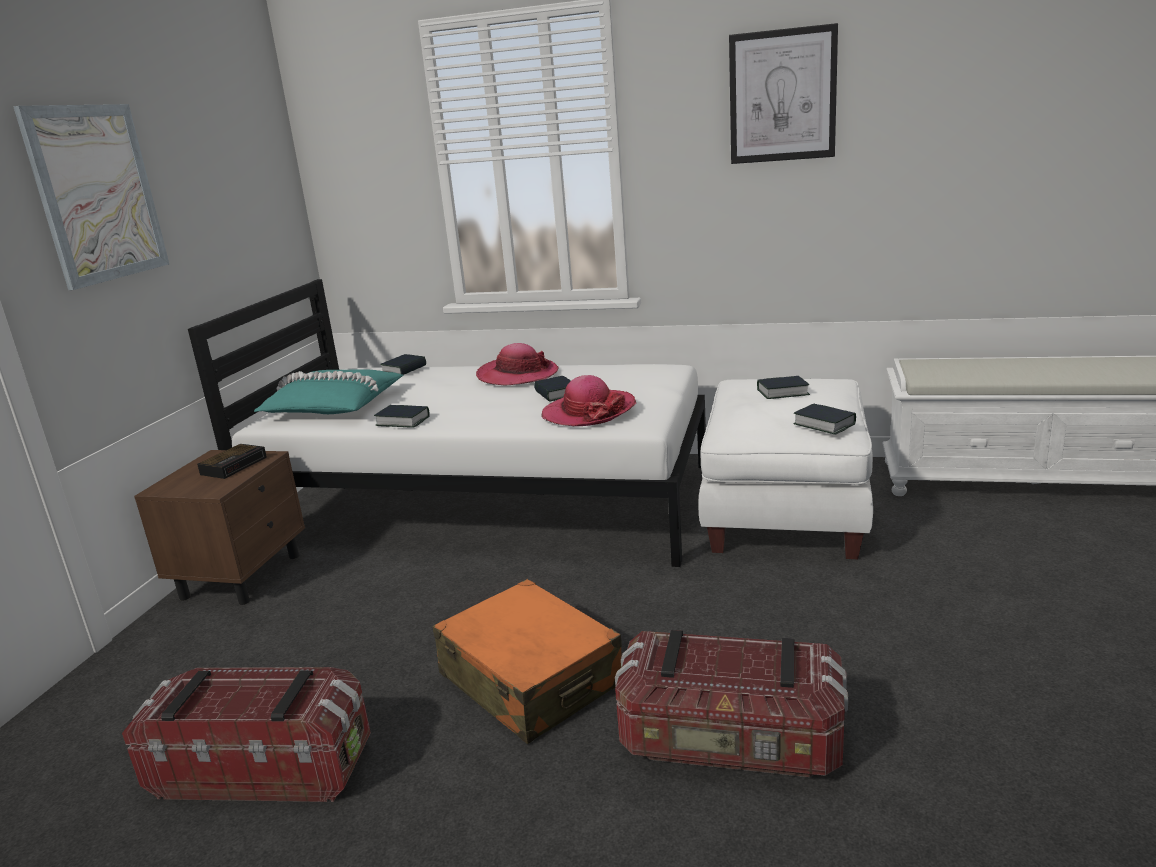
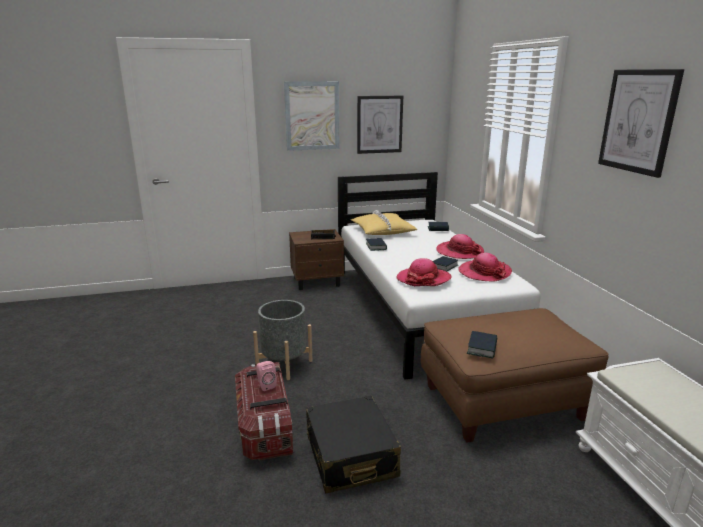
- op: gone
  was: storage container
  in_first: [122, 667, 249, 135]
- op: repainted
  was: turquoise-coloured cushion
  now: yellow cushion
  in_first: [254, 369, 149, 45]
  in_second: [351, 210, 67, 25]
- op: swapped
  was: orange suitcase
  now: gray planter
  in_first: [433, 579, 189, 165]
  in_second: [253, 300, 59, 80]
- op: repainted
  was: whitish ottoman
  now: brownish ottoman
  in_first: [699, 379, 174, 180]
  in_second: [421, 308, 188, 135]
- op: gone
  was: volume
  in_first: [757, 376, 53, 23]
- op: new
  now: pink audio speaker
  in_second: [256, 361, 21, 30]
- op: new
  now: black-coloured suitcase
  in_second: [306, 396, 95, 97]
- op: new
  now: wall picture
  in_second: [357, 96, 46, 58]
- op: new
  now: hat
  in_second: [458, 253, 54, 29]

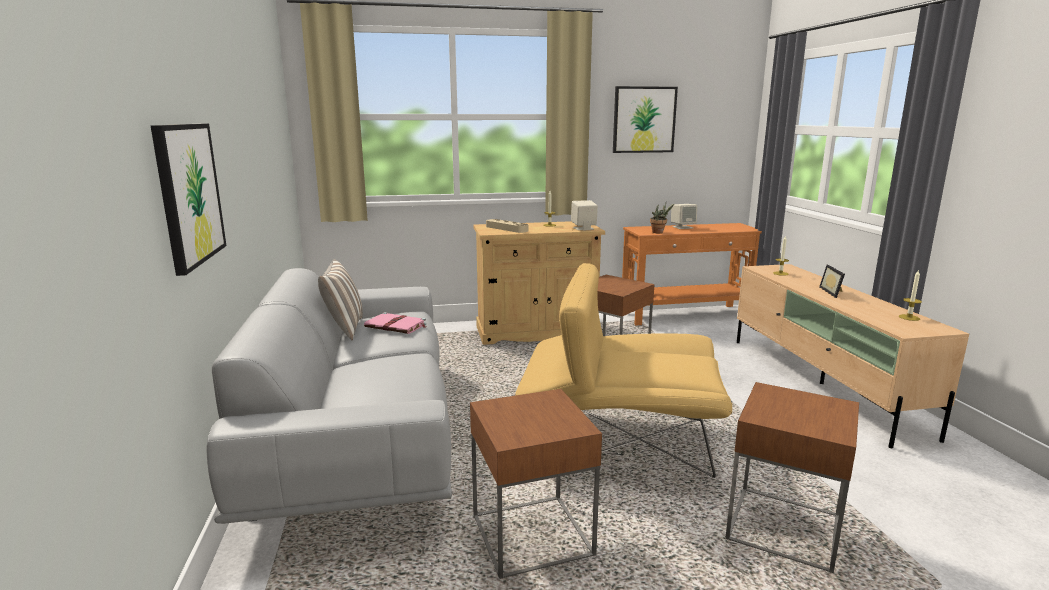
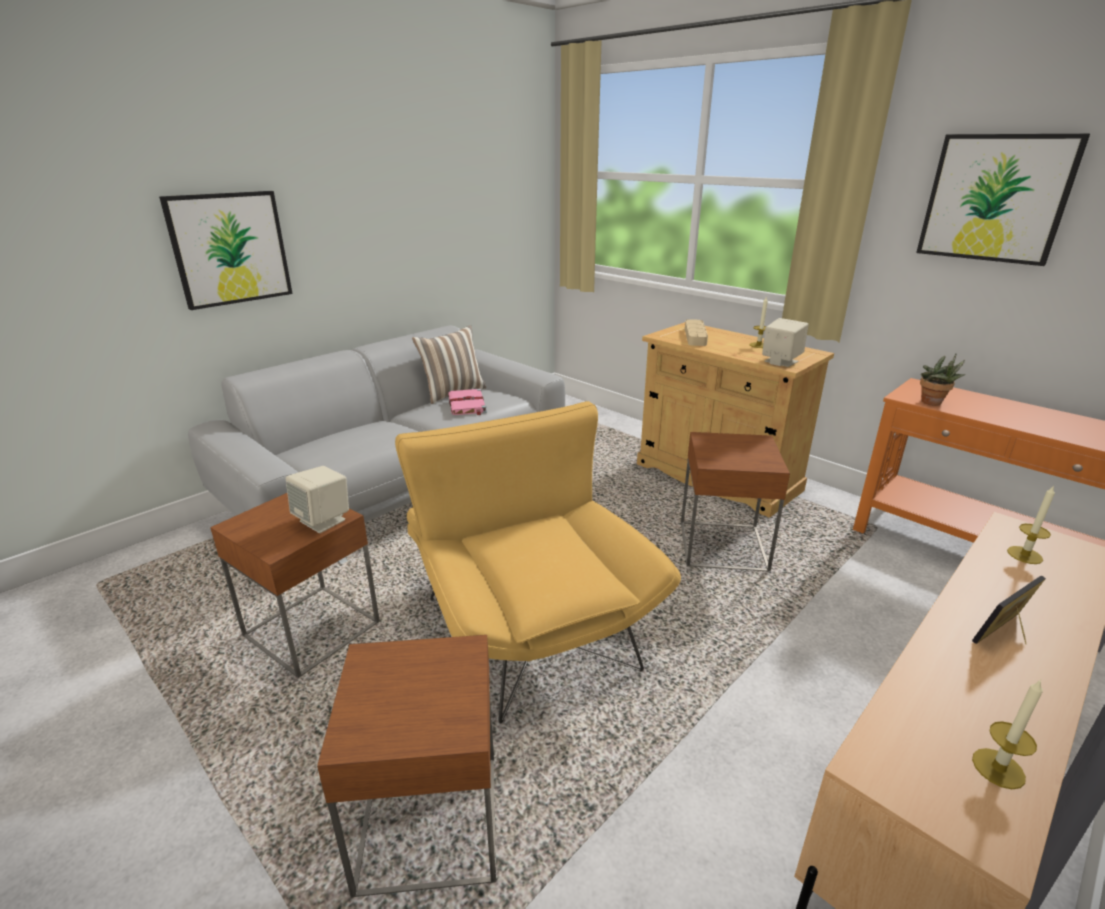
- op: shifted
  was: beige-coloured audio speaker
  in_first: [671, 204, 26, 25]
  in_second: [286, 466, 63, 67]

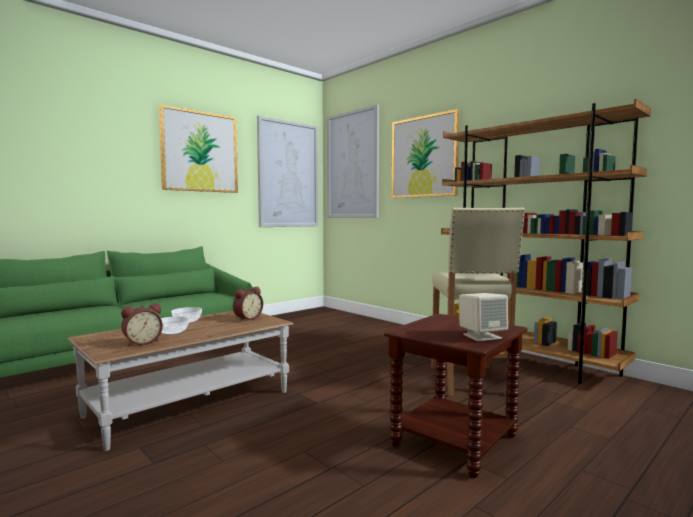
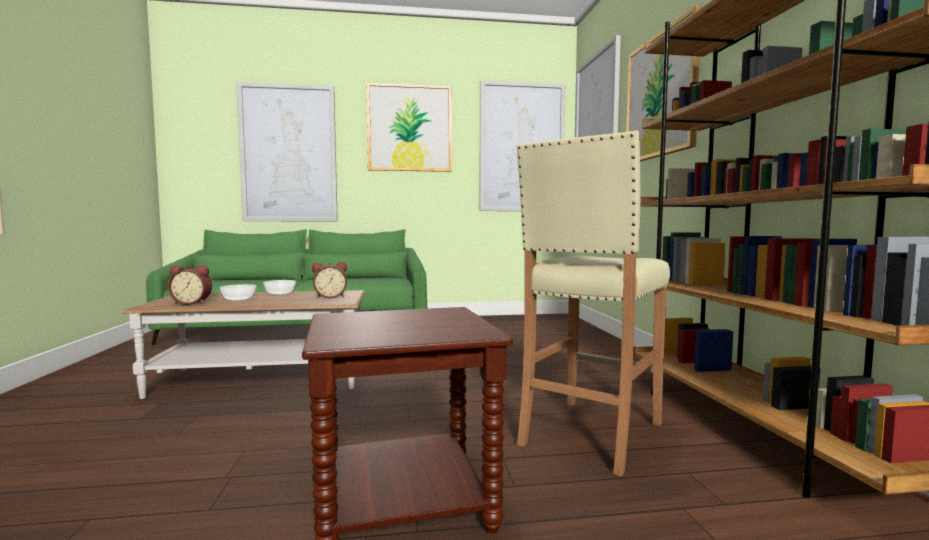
- op: gone
  was: beige-coloured audio speaker
  in_first: [459, 293, 49, 48]
- op: new
  now: wall picture
  in_second: [236, 82, 102, 139]

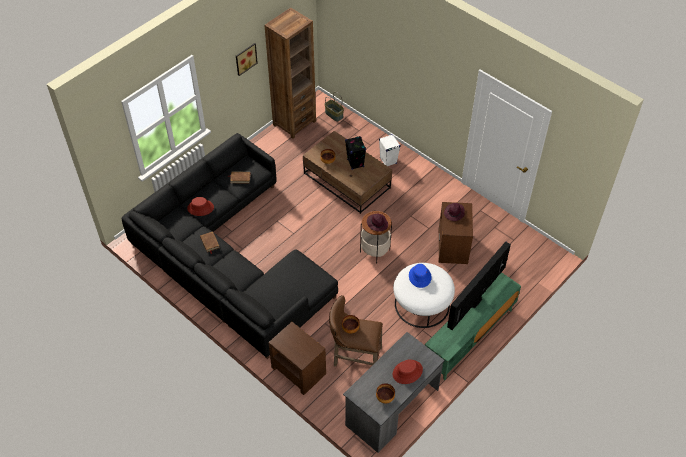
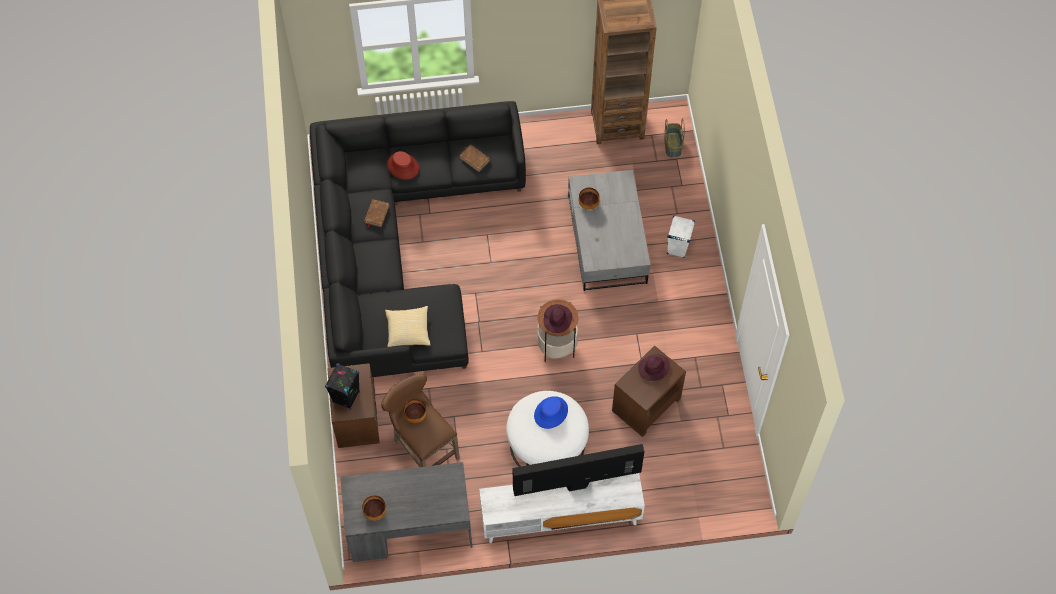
- op: gone
  was: wall picture
  in_first: [236, 43, 22, 33]
- op: repainted
  was: brownish lounge table
  now: gray lounge table
  in_first: [303, 131, 89, 83]
  in_second: [568, 170, 83, 121]
- op: shifted
  was: black-coloured audio speaker
  in_first: [345, 136, 21, 34]
  in_second: [325, 363, 35, 47]
- op: gone
  was: red hat
  in_first: [393, 360, 30, 24]
- op: repainted
  was: greenish media console
  now: whitish media console
  in_first: [425, 272, 96, 108]
  in_second: [479, 473, 166, 70]
- op: new
  now: cushion
  in_second: [385, 306, 46, 41]

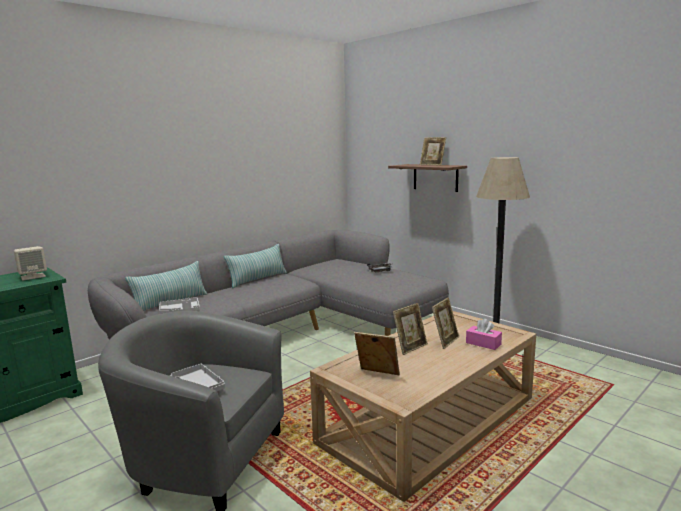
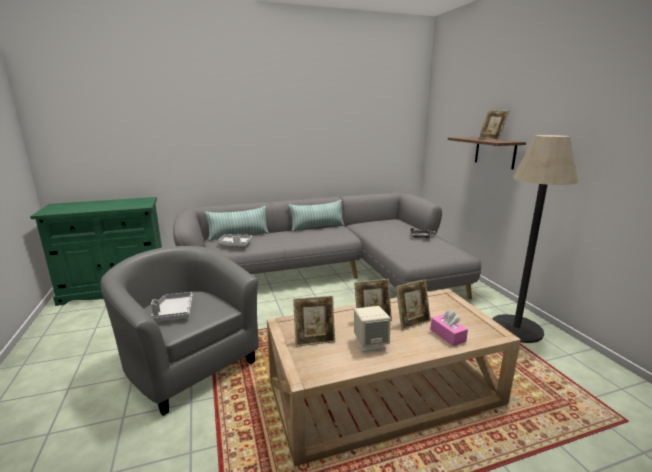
- op: shifted
  was: beige-coloured audio speaker
  in_first: [14, 246, 33, 35]
  in_second: [354, 306, 37, 46]
- op: rotated
  was: picture frame
  in_first: [354, 332, 46, 43]
  in_second: [293, 296, 42, 51]
  clockwise: 120

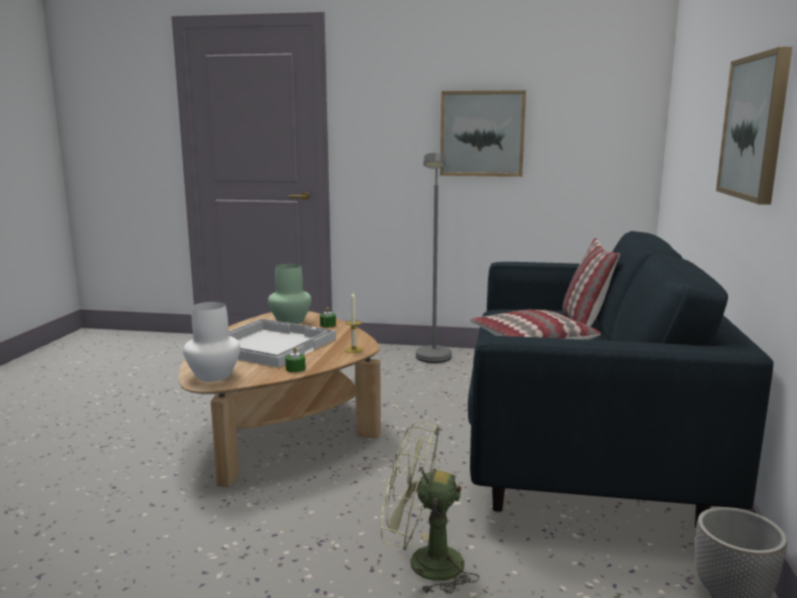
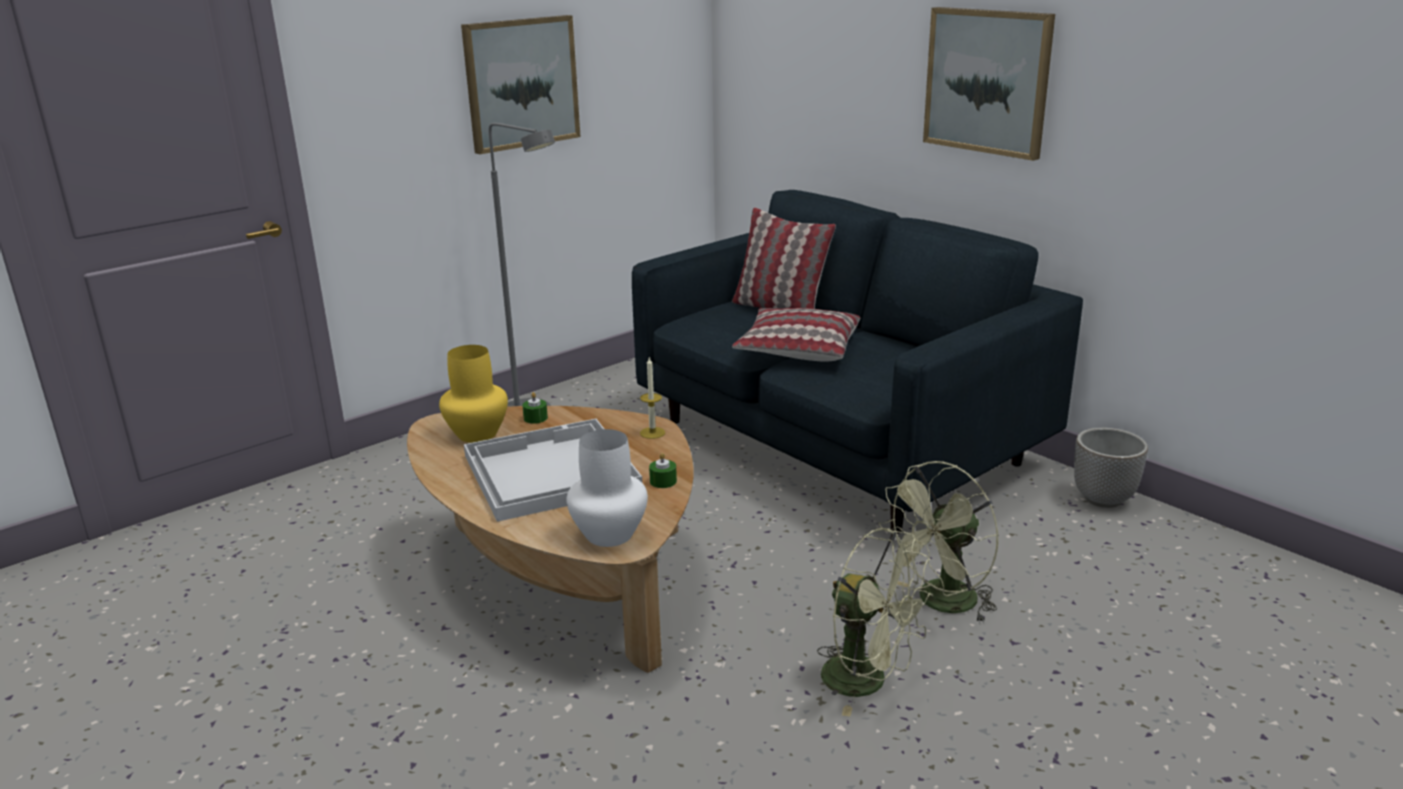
- op: repainted
  was: greenish vase
  now: yellow vase
  in_first: [268, 264, 43, 60]
  in_second: [439, 345, 69, 98]
- op: new
  now: greenish fan
  in_second: [817, 528, 116, 189]

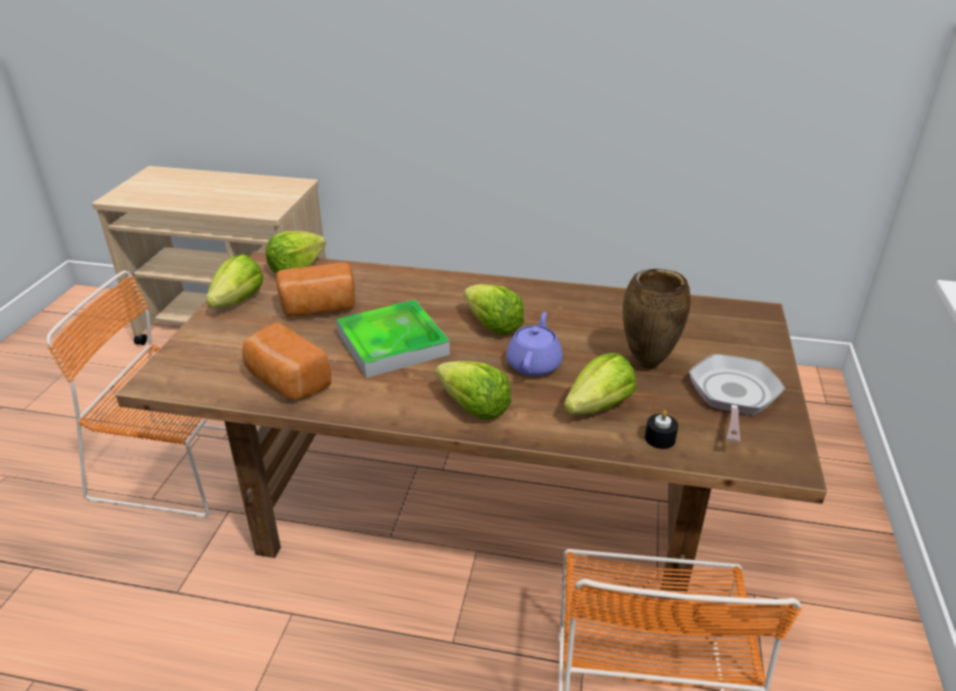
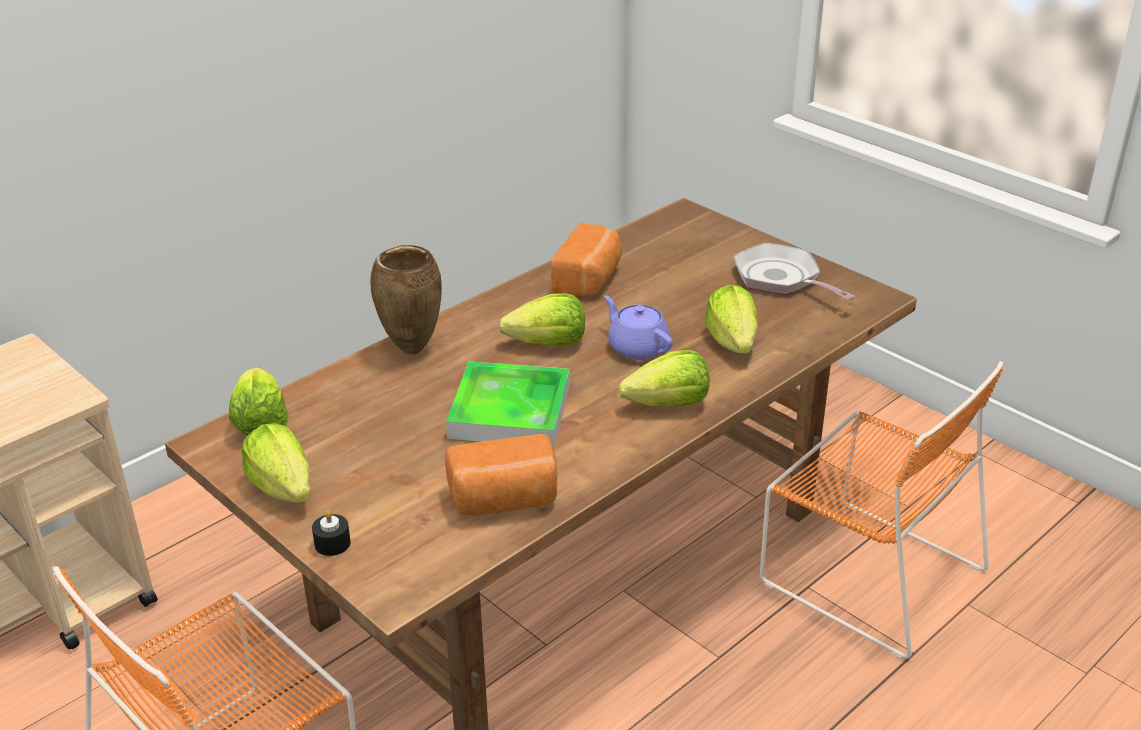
- op: shifted
  was: bakery bread
  in_first: [276, 263, 79, 54]
  in_second: [551, 223, 71, 74]
- op: shifted
  was: brownish vase
  in_first: [623, 269, 68, 100]
  in_second: [370, 245, 72, 110]
- op: shifted
  was: black-coloured wax candle
  in_first: [645, 410, 33, 39]
  in_second: [312, 510, 39, 46]

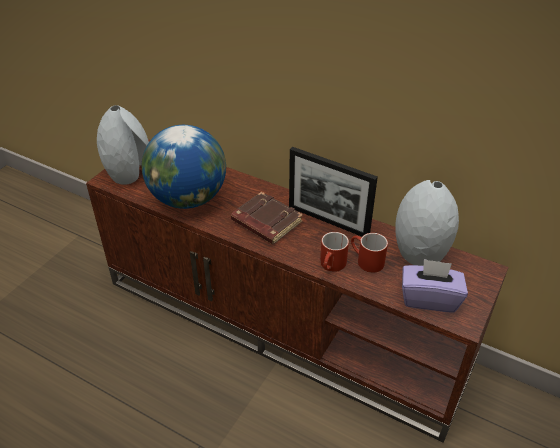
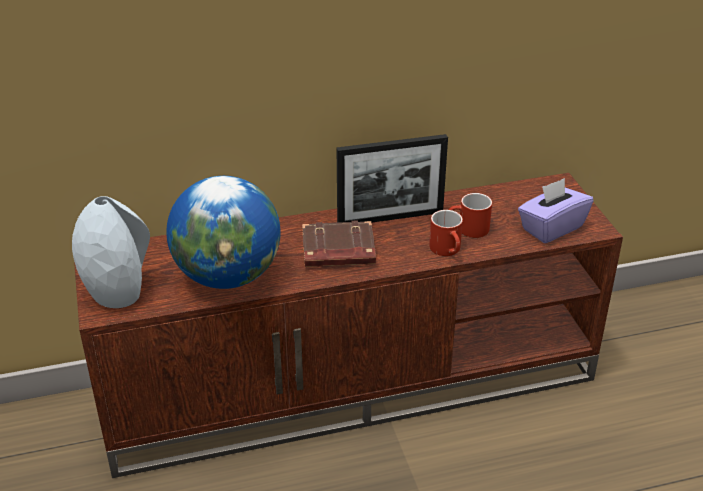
- op: gone
  was: gray vase
  in_first: [395, 180, 64, 86]

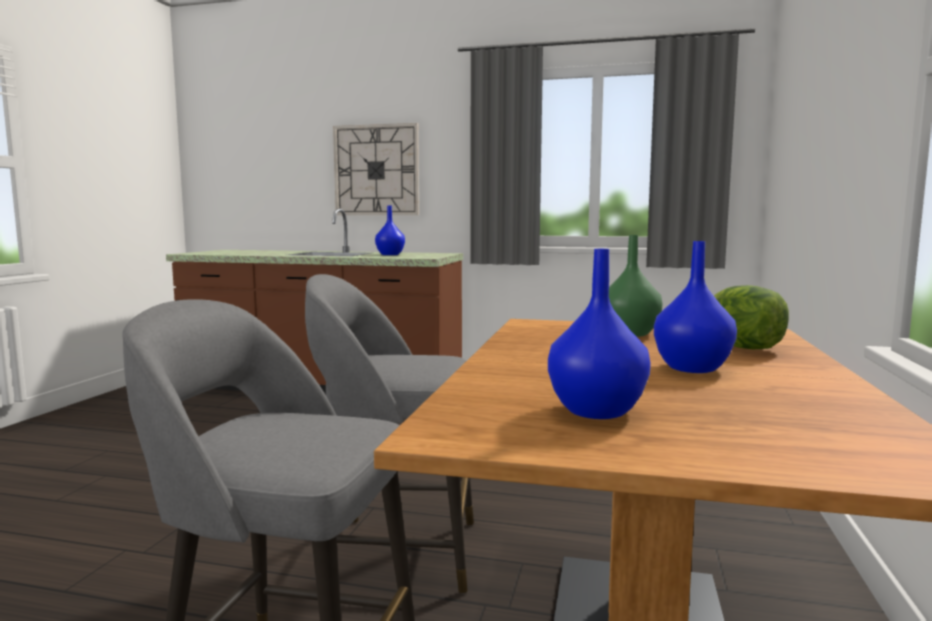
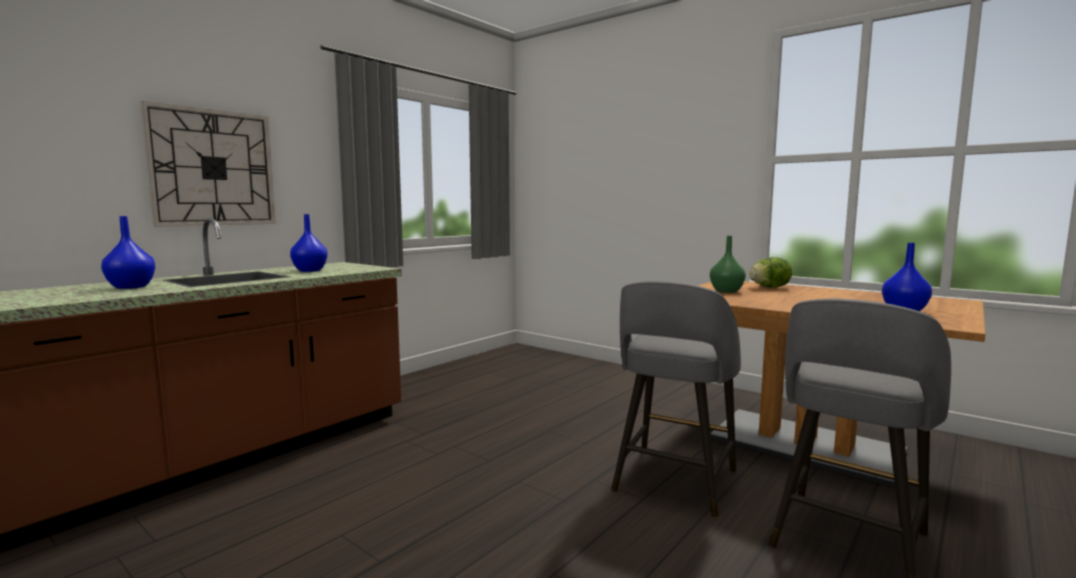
- op: shifted
  was: bluish vase
  in_first: [654, 241, 83, 132]
  in_second: [101, 216, 54, 73]

